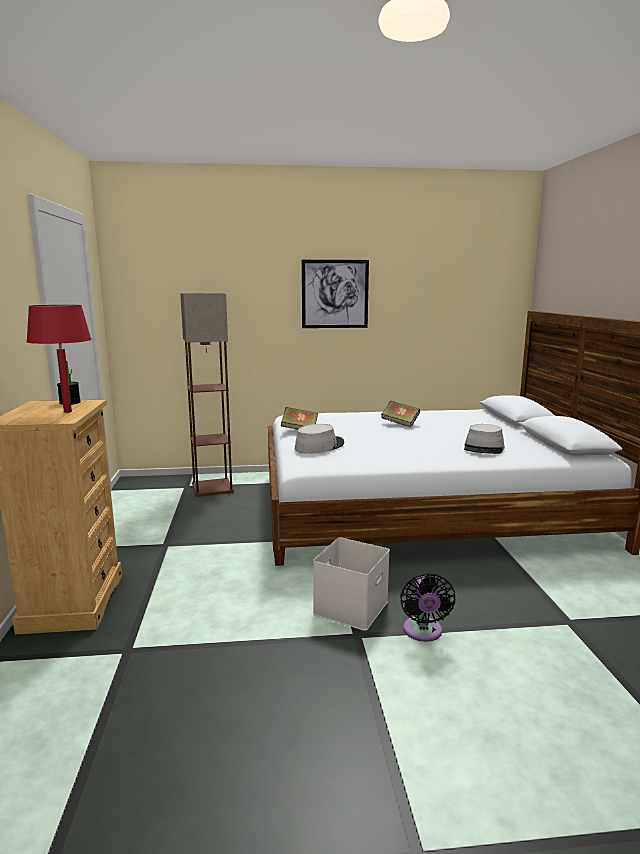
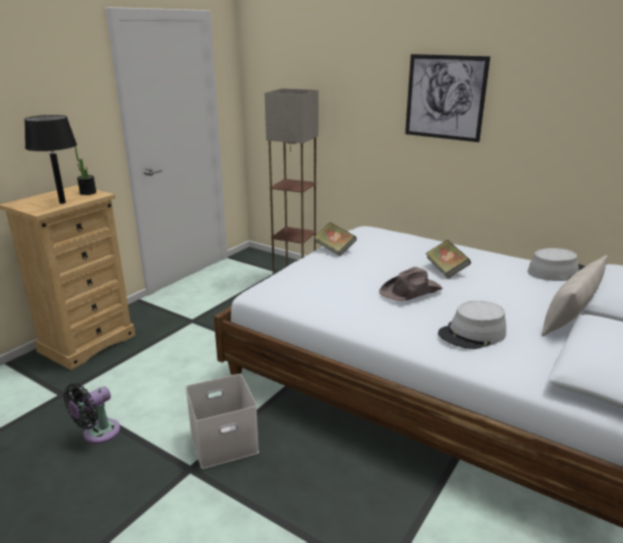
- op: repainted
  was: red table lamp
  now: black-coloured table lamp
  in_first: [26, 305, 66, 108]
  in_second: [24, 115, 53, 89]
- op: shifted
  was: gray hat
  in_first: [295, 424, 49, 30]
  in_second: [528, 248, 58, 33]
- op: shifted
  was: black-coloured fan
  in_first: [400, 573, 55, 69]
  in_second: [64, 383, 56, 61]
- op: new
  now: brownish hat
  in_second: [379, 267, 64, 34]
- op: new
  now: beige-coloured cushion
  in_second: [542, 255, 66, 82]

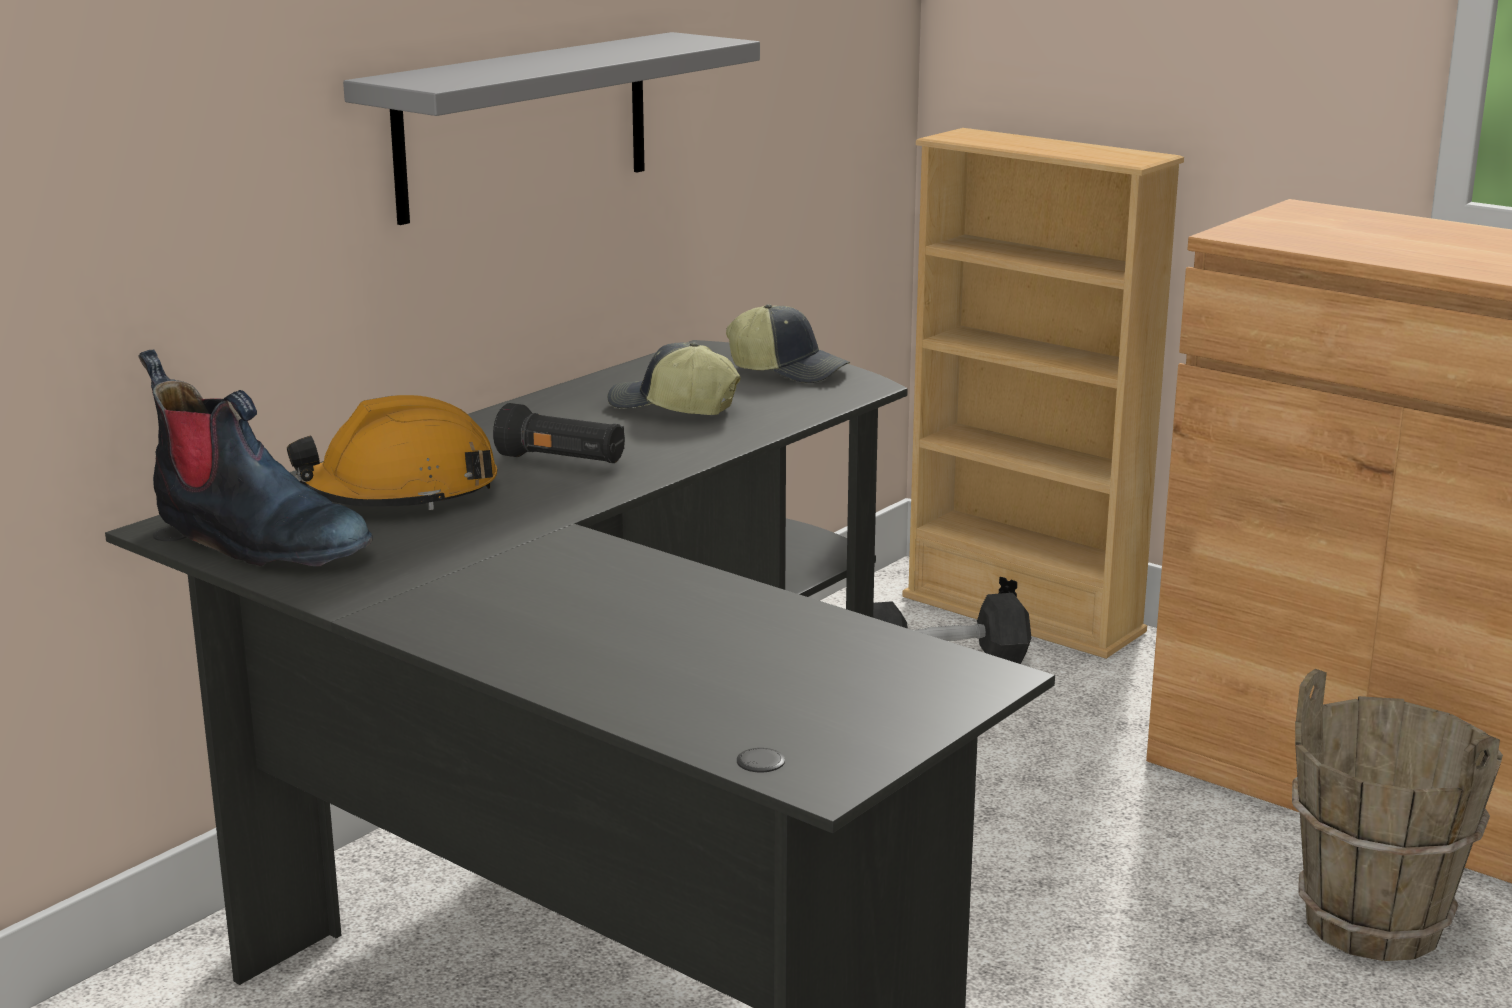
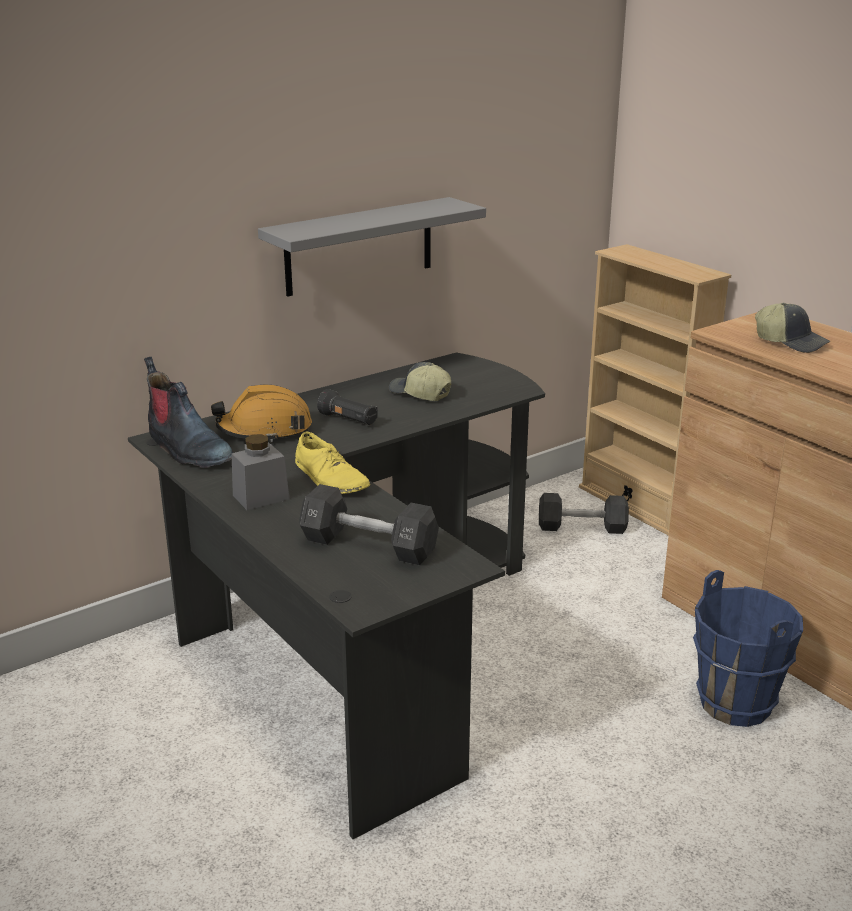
- op: shifted
  was: cap
  in_first: [726, 304, 124, 79]
  in_second: [755, 303, 75, 50]
- op: repainted
  was: brownish water bucket
  now: bluish water bucket
  in_first: [1292, 669, 211, 292]
  in_second: [693, 570, 110, 157]
- op: new
  now: gray jar
  in_second: [231, 434, 58, 76]
- op: new
  now: yellow low shoe
  in_second: [295, 431, 75, 63]
- op: new
  now: black-coloured free weight
  in_second: [299, 484, 140, 81]

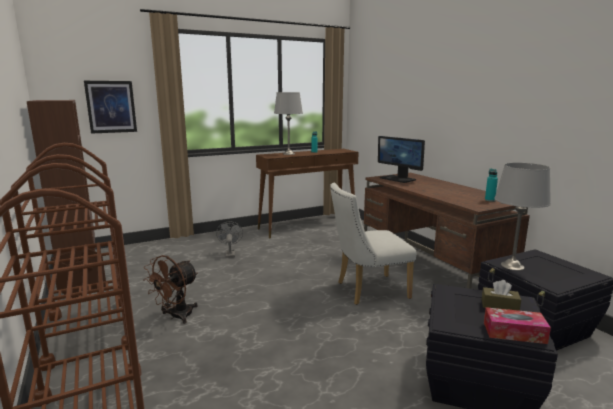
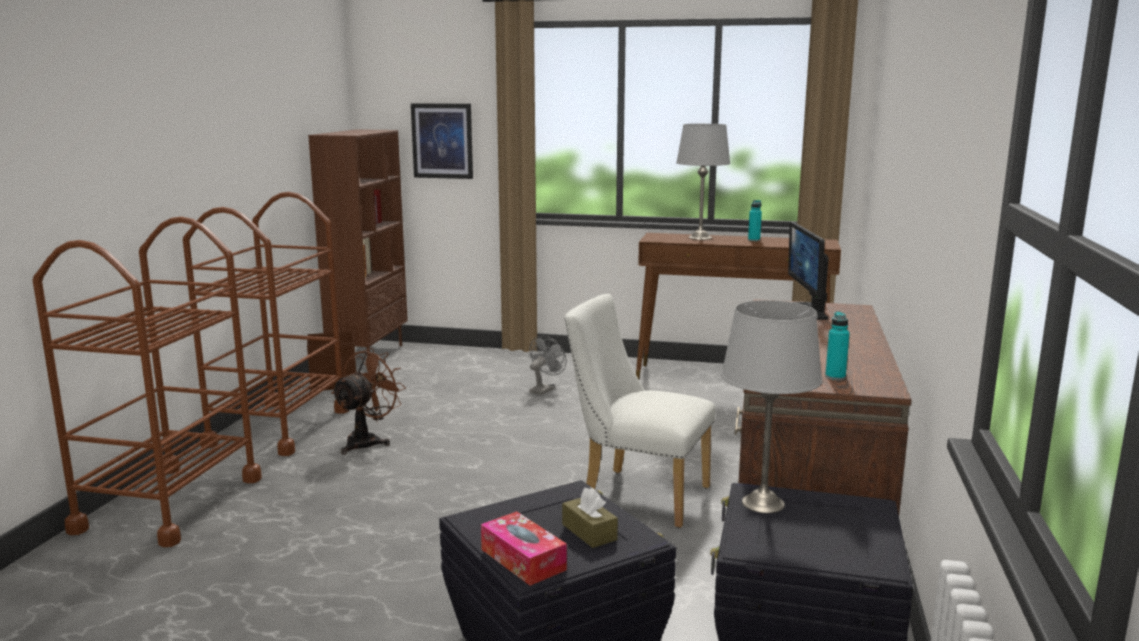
- op: rotated
  was: brownish fan
  in_first: [143, 255, 55, 69]
  in_second: [331, 348, 75, 107]
  clockwise: 135

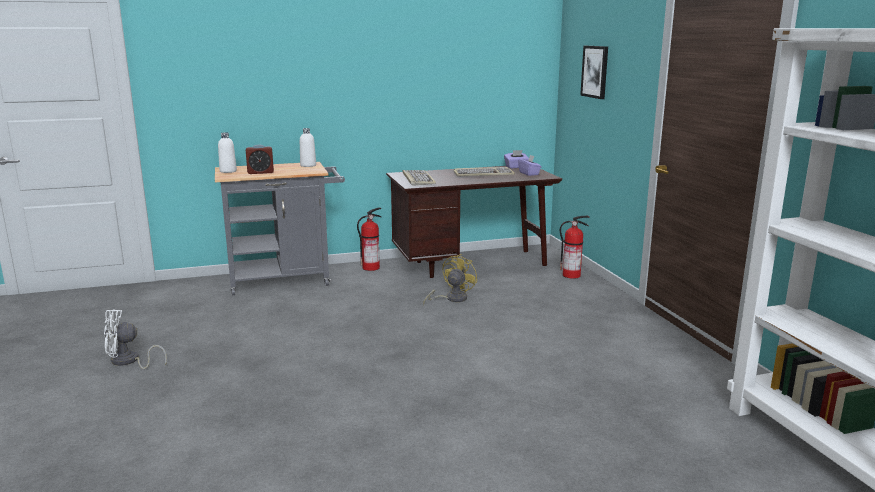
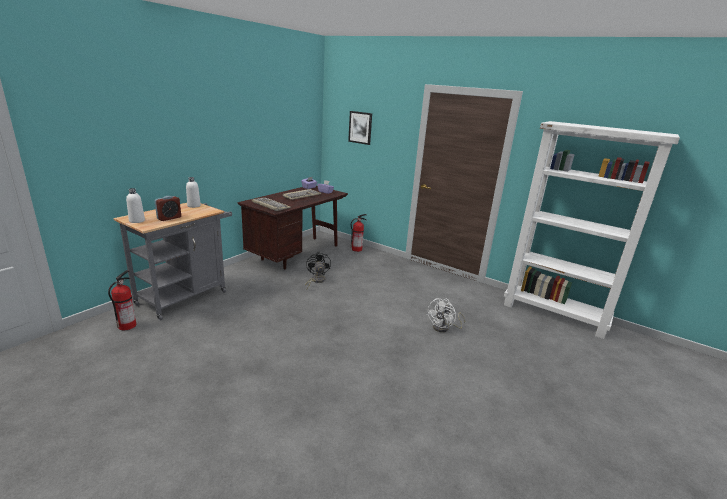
- op: shifted
  was: whitish fan
  in_first: [104, 309, 63, 60]
  in_second: [427, 298, 38, 34]
- op: shifted
  was: fire-fighting cylinder
  in_first: [357, 207, 25, 64]
  in_second: [108, 270, 28, 60]
- op: repainted
  was: yellow fan
  now: black-coloured fan
  in_first: [423, 254, 55, 51]
  in_second: [305, 252, 26, 37]

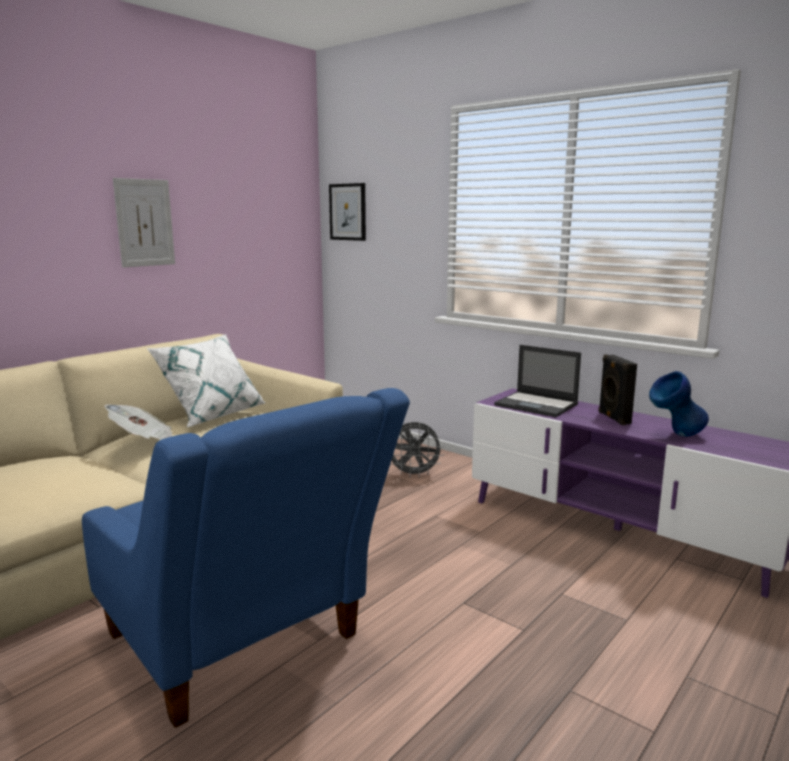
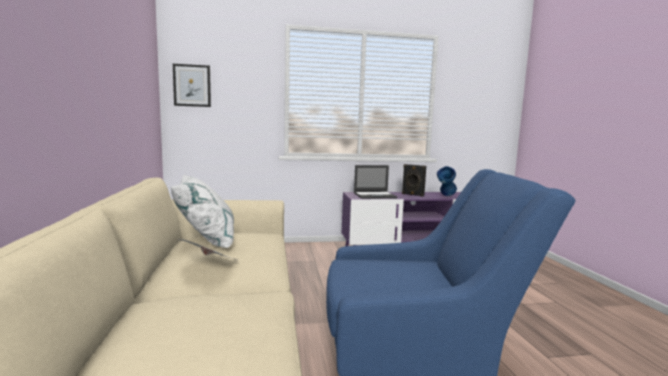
- op: gone
  was: wall picture
  in_first: [113, 178, 62, 90]
- op: gone
  was: gray fan
  in_first: [392, 422, 52, 55]

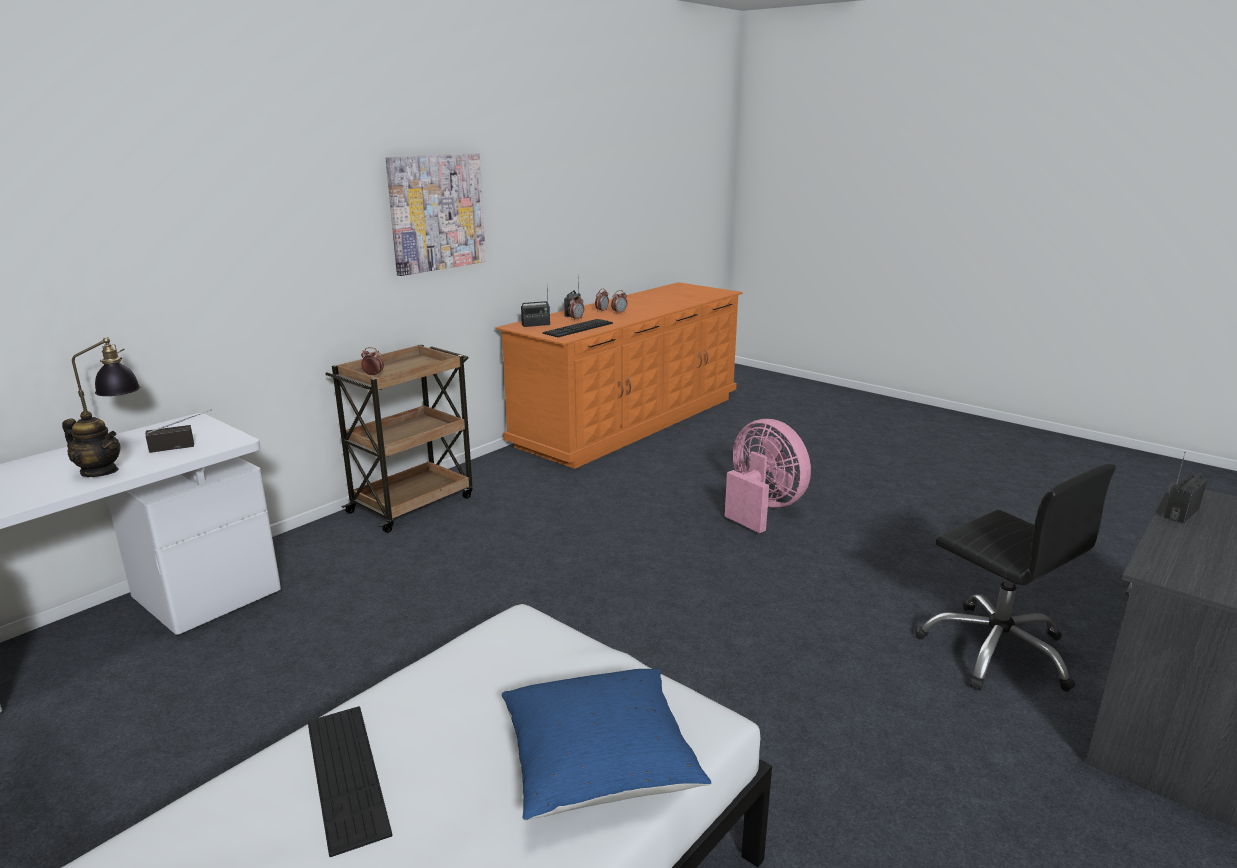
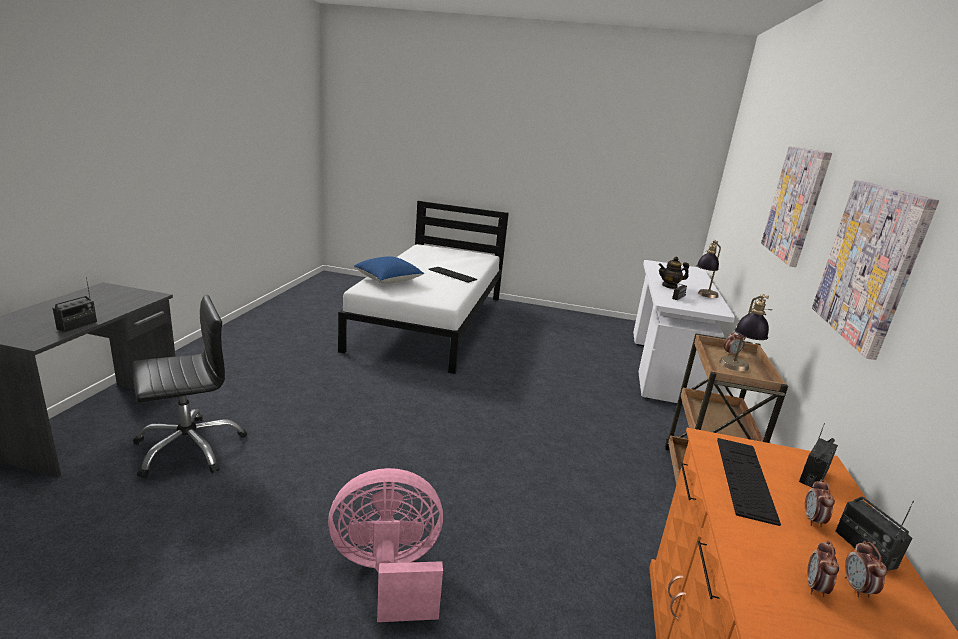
- op: rotated
  was: pink fan
  in_first: [725, 419, 86, 114]
  in_second: [328, 468, 115, 154]
  clockwise: 150
- op: rotated
  was: black-coloured computer chair
  in_first: [915, 464, 201, 227]
  in_second: [132, 295, 115, 184]
  clockwise: 120
- op: new
  now: table lamp
  in_second: [719, 294, 53, 77]
- op: new
  now: wall picture
  in_second: [761, 146, 71, 121]

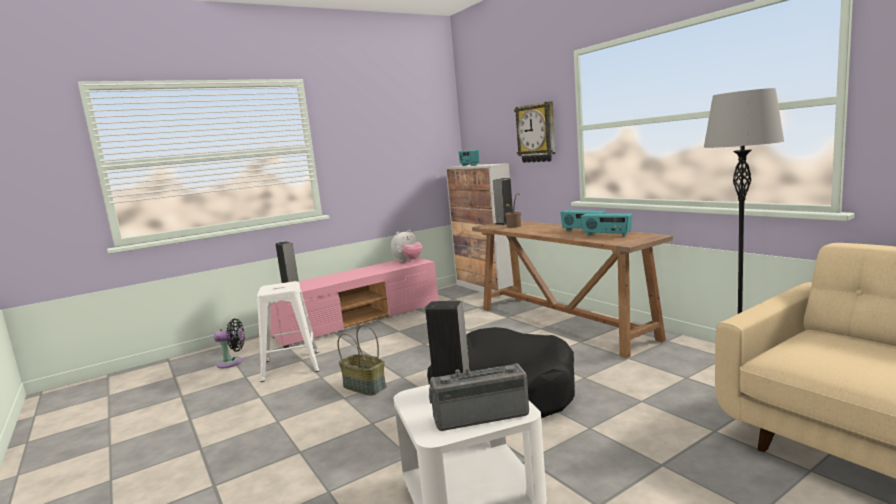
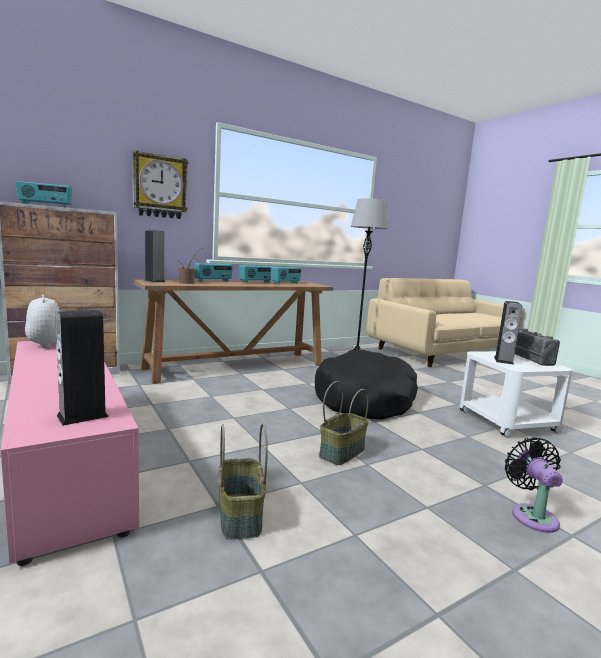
- op: shifted
  was: black-coloured fan
  in_first: [214, 319, 31, 49]
  in_second: [505, 437, 57, 96]
- op: swapped
  was: whitish stool
  now: household basket
  in_first: [257, 281, 62, 101]
  in_second: [219, 423, 49, 117]
- op: new
  now: radio receiver
  in_second: [194, 263, 39, 19]

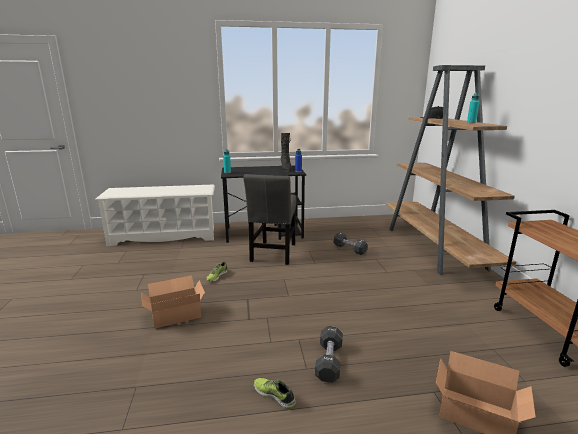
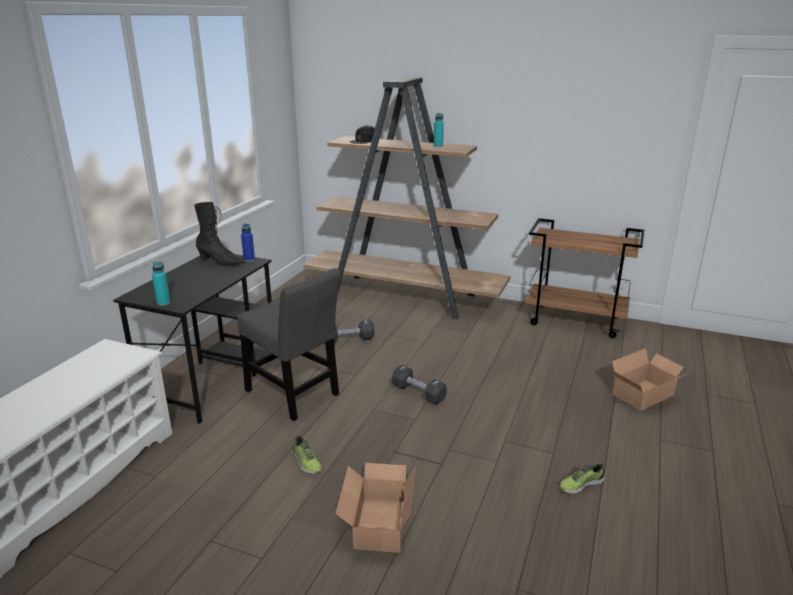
- op: shifted
  was: black-coloured free weight
  in_first: [315, 326, 28, 57]
  in_second: [392, 365, 55, 40]

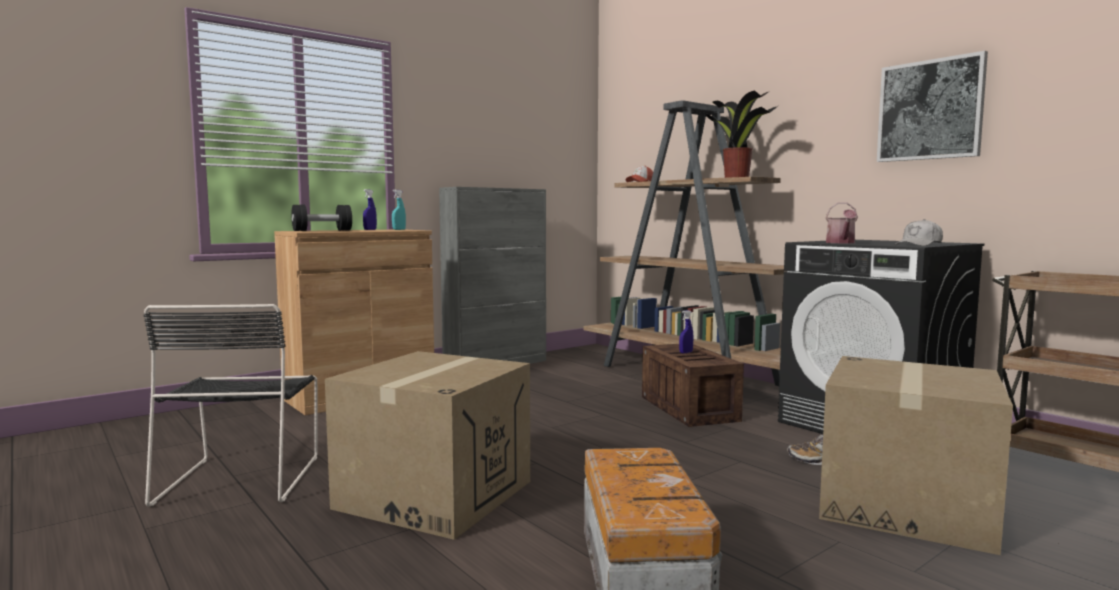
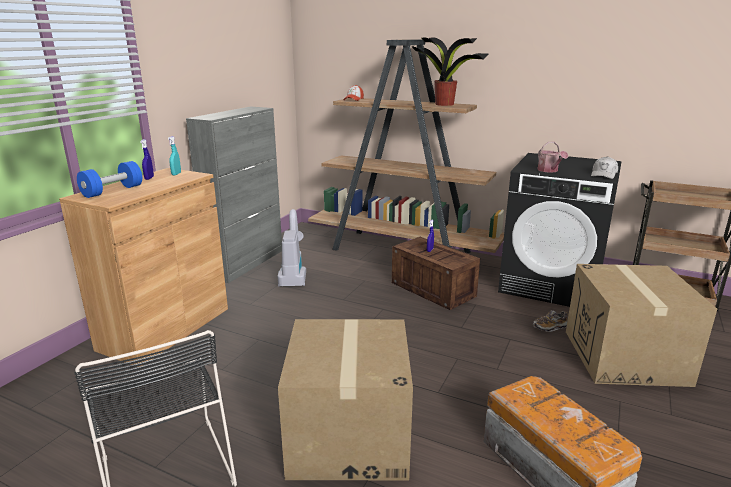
- op: repainted
  was: black-coloured free weight
  now: bluish free weight
  in_first: [292, 205, 60, 26]
  in_second: [77, 161, 65, 37]
- op: gone
  was: wall picture
  in_first: [877, 51, 111, 111]
- op: new
  now: vacuum cleaner
  in_second: [278, 209, 28, 78]

